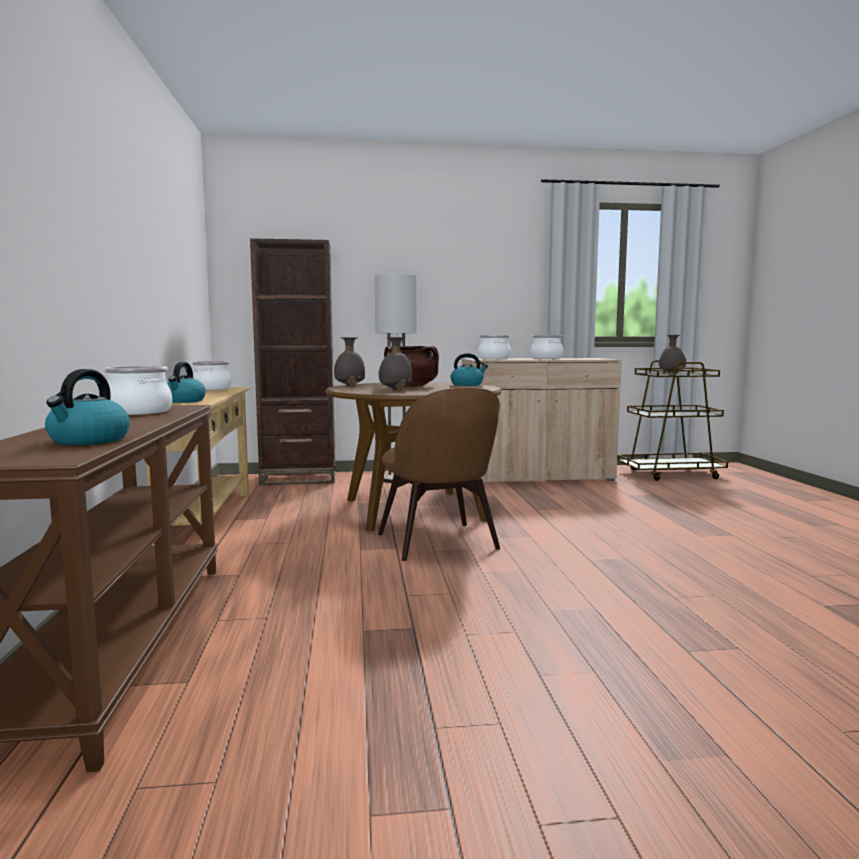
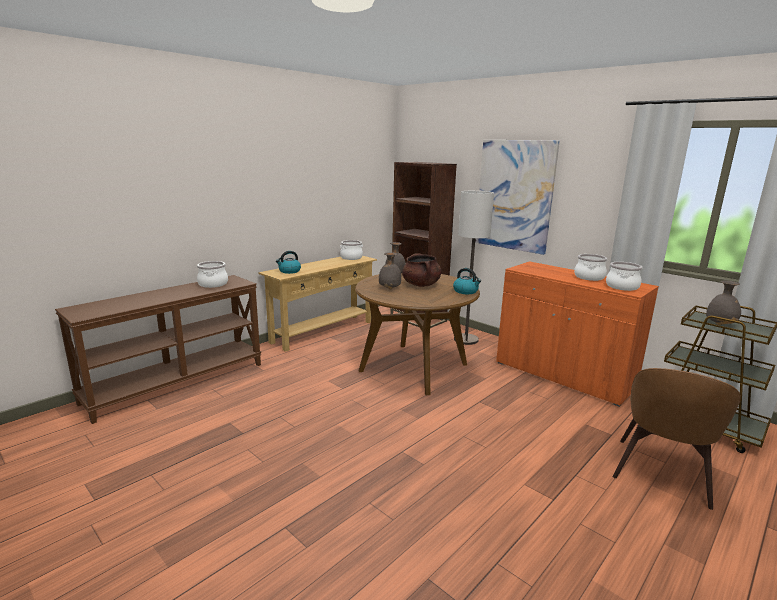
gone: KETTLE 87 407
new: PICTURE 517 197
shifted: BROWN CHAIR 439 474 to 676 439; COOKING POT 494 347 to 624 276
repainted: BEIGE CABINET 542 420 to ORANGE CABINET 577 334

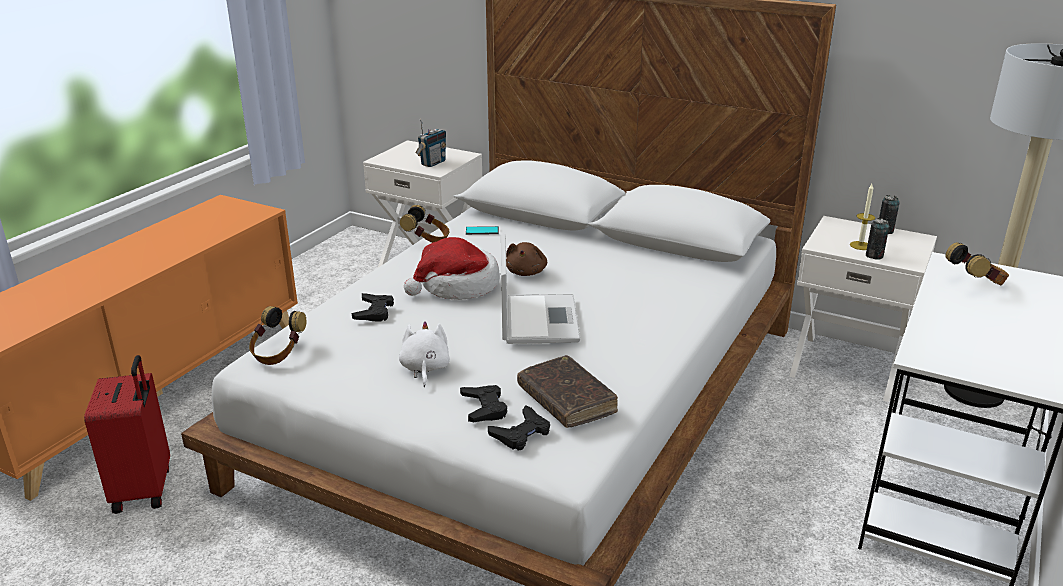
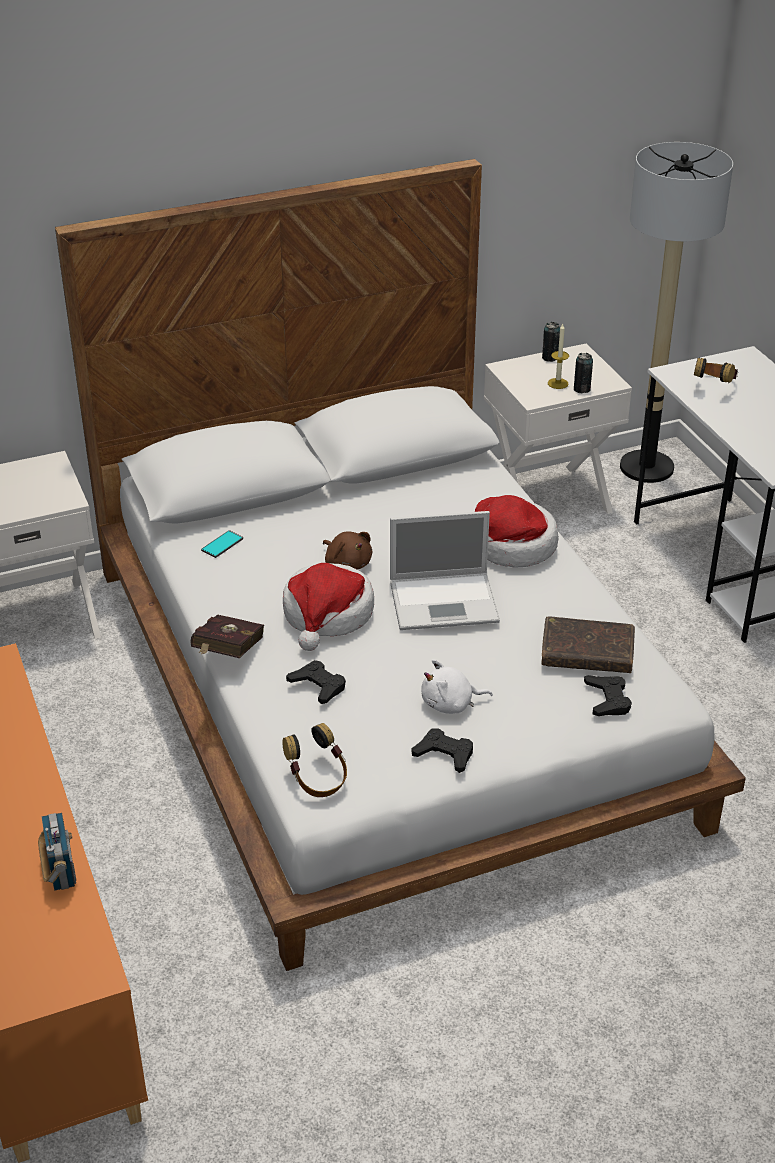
gone: RED SUITCASE 127 434; HEADPHONES 424 224
new: RED BOOK 227 636; HAT 517 531
shifted: RADIO 431 143 to 57 852; BLACK GAME CONTROLLER 483 403 to 442 751
rotated: WHITE PLUSH TOY 424 354 = 457 686 45 degrees counterclockwise; LAPTOP 540 289 = 445 570 135 degrees clockwise

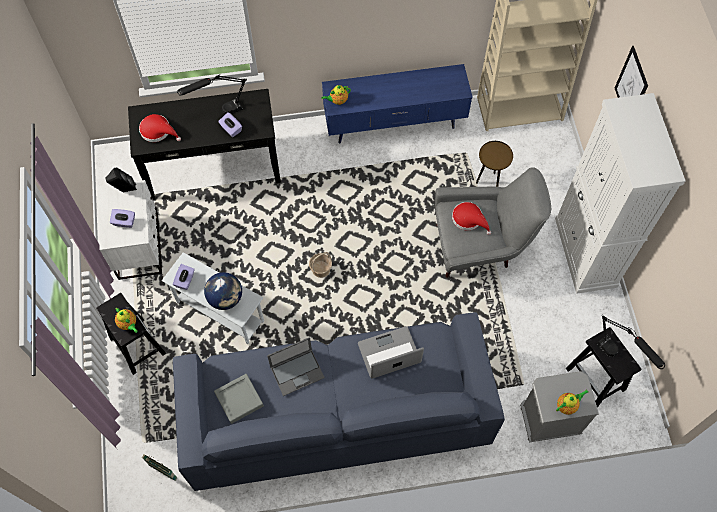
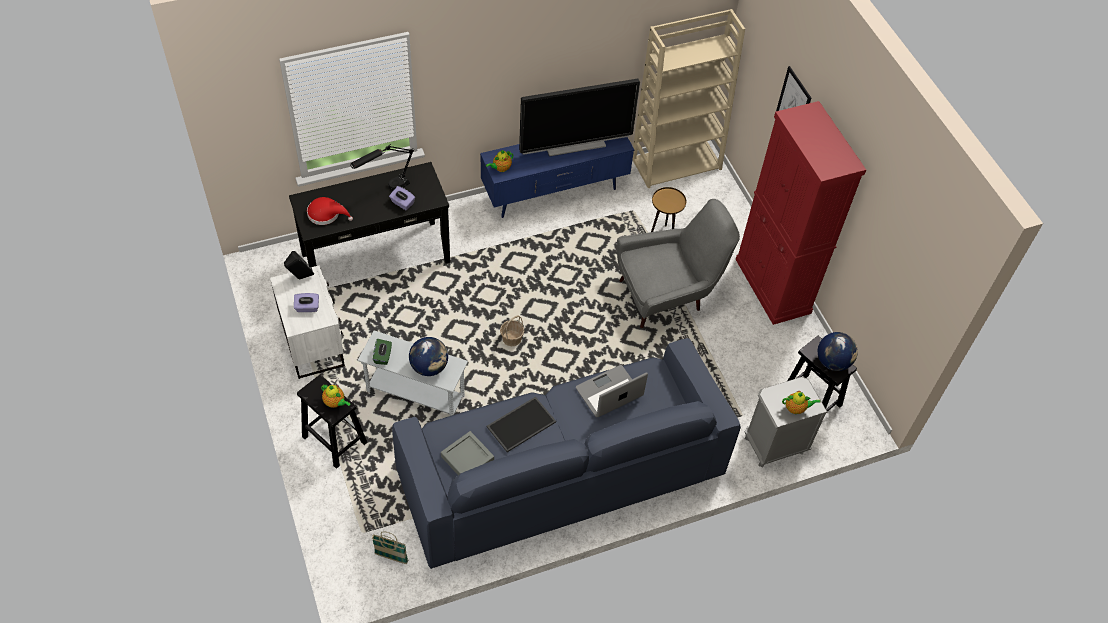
gone: RED HAT 471 218
new: TELEVISION 579 118
swapped: LAPTOP 296 366 to TRAY 521 424; BLACK TABLE LAMP 630 342 to GLOBE 838 351
repainted: PURPLE TISSUE BOX 184 277 to GREEN TISSUE BOX 382 352; WHITE CABINET 620 193 to RED CABINET 801 213
rotated: TEAPOT 572 402 = 801 402 45 degrees clockwise

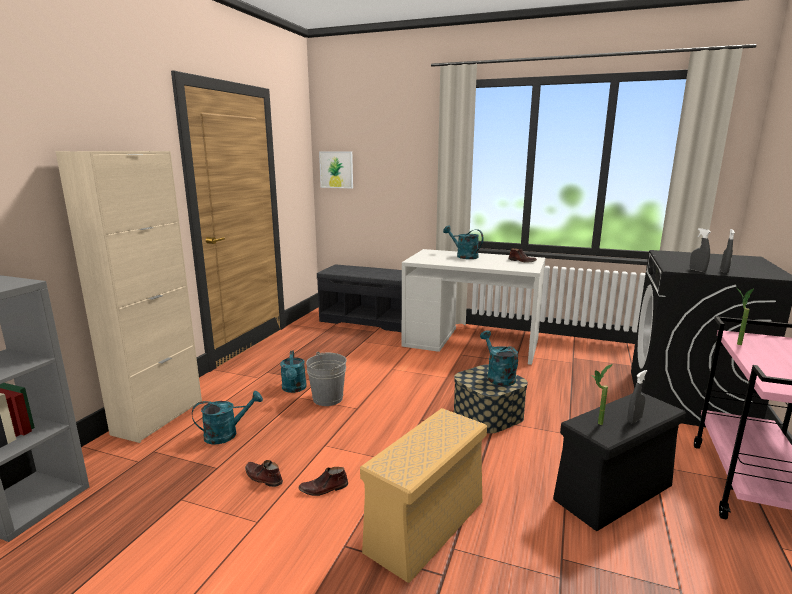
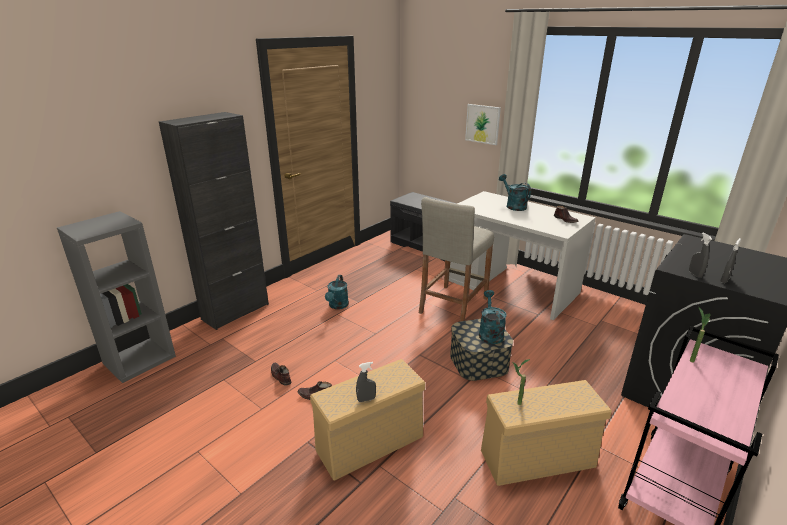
gone: TURQUOISE WATERING CAN 227 417; GREY BUCKET 326 379
new: BEIGE STOOL 456 259
shifted: PICTURE 336 169 to 483 124; GREY SPRAY BOTTLE 637 396 to 366 382
repainted: BEIGE CABINET 129 297 to BLACK CABINET 214 221; BLACK STORAGE BOX 619 461 to BEIGE STORAGE BOX 546 433

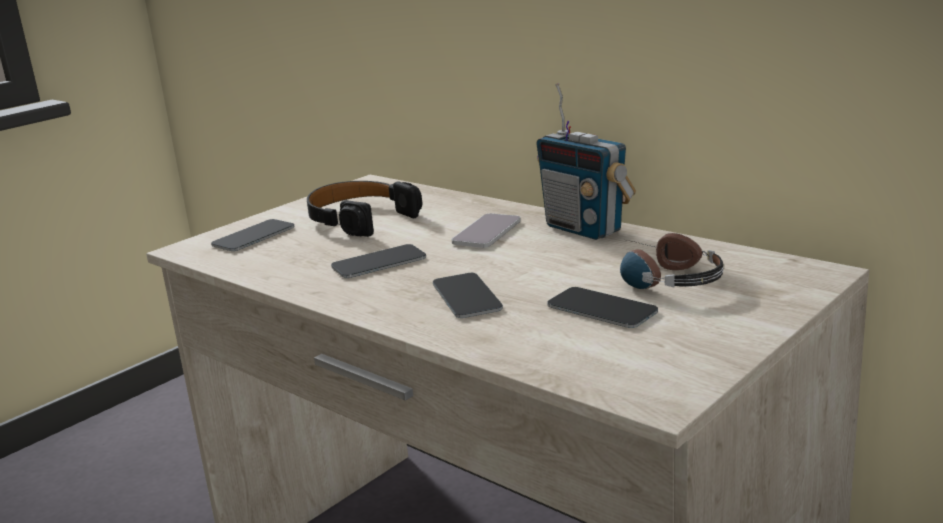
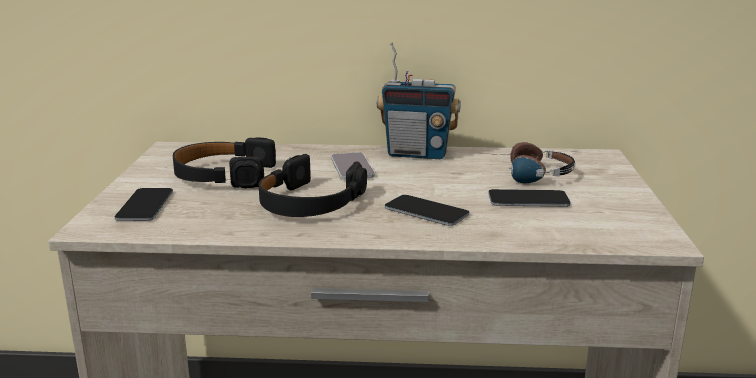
swapped: PHONE 378 261 to BLACK HEADPHONES 312 185

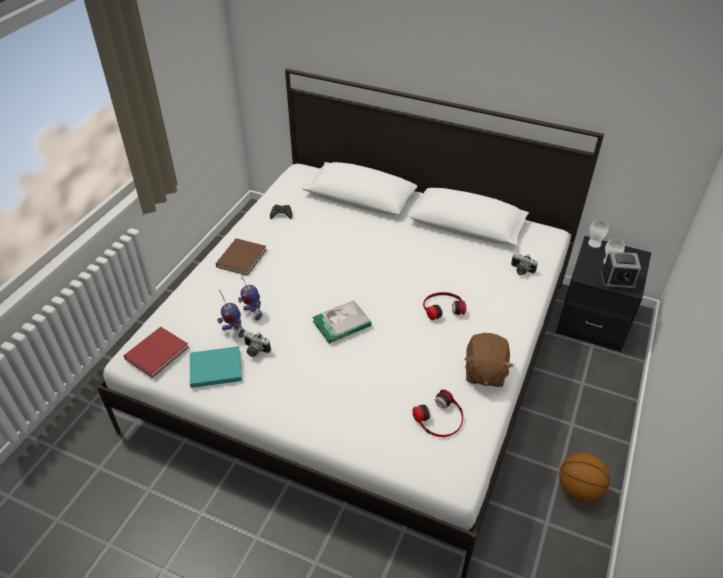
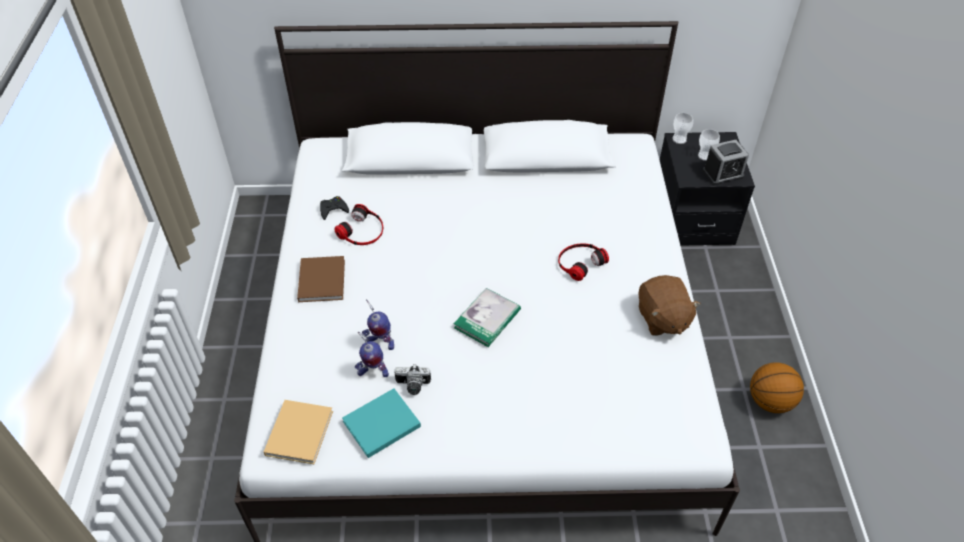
gone: PHOTO CAMERA 524 264
shifted: HEADPHONES 438 413 to 359 224
repainted: RED BOOK 156 352 to BEIGE BOOK 298 432

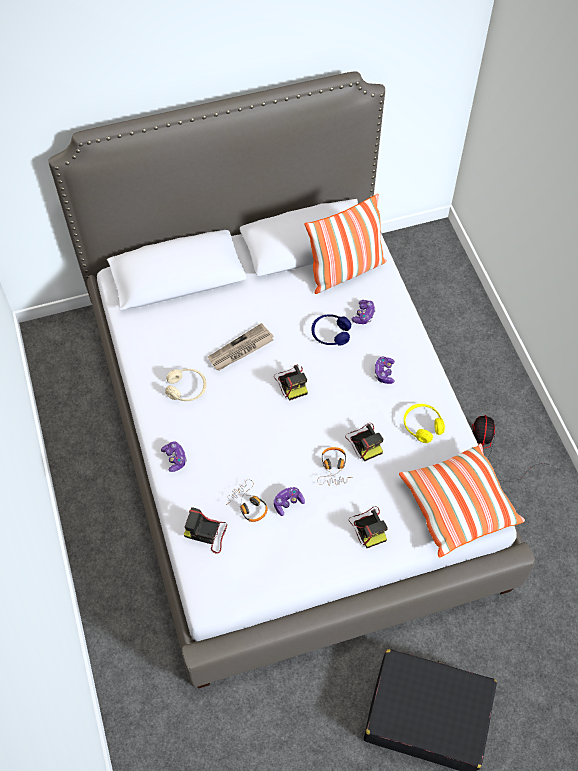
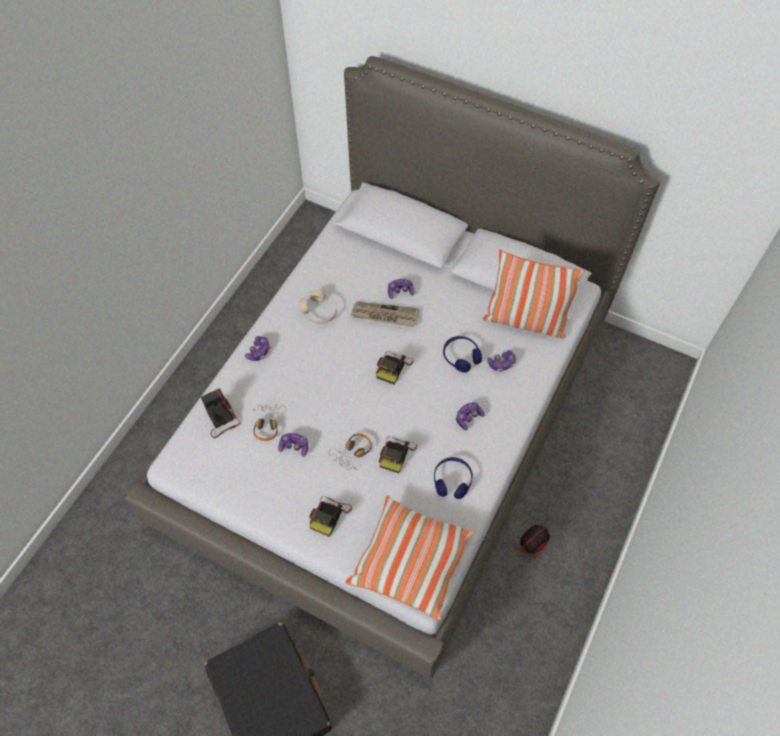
new: GAME CONTROLLER 401 289
repainted: YELLOW HEADPHONES 424 423 to BLUE HEADPHONES 453 478

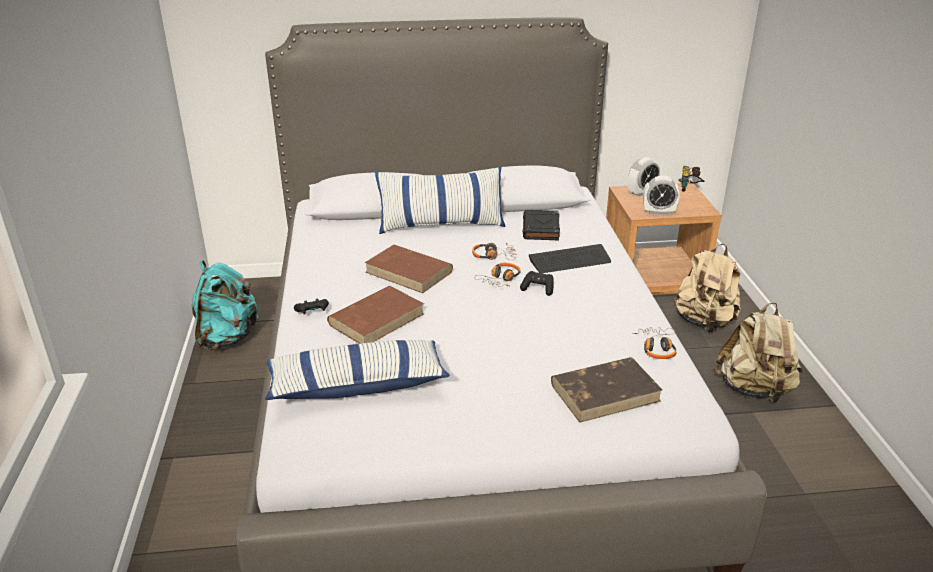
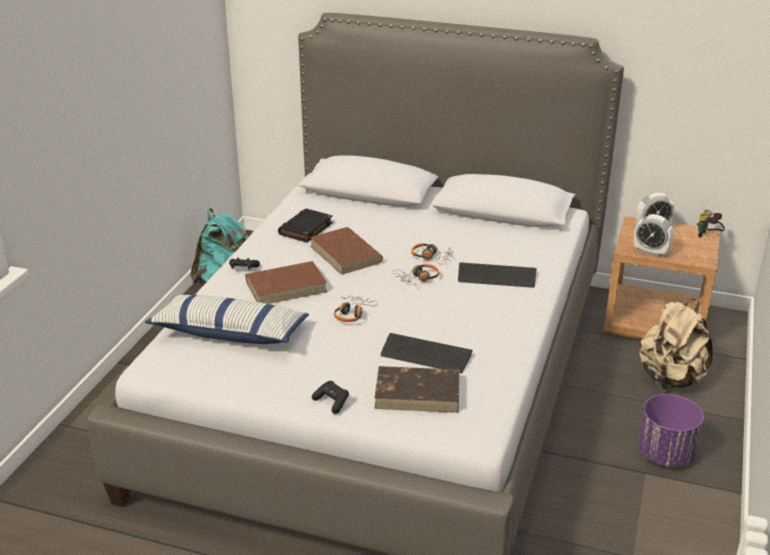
gone: PILLOW 440 200
new: KEYBOARD 427 353
shifted: BLACK GAME CONTROLLER 537 283 to 330 397; BLACK BOOK 541 225 to 305 225; HEADPHONES 654 343 to 356 309
swapped: BEIGE BACKPACK 758 352 to PURPLE PLANTER 671 430

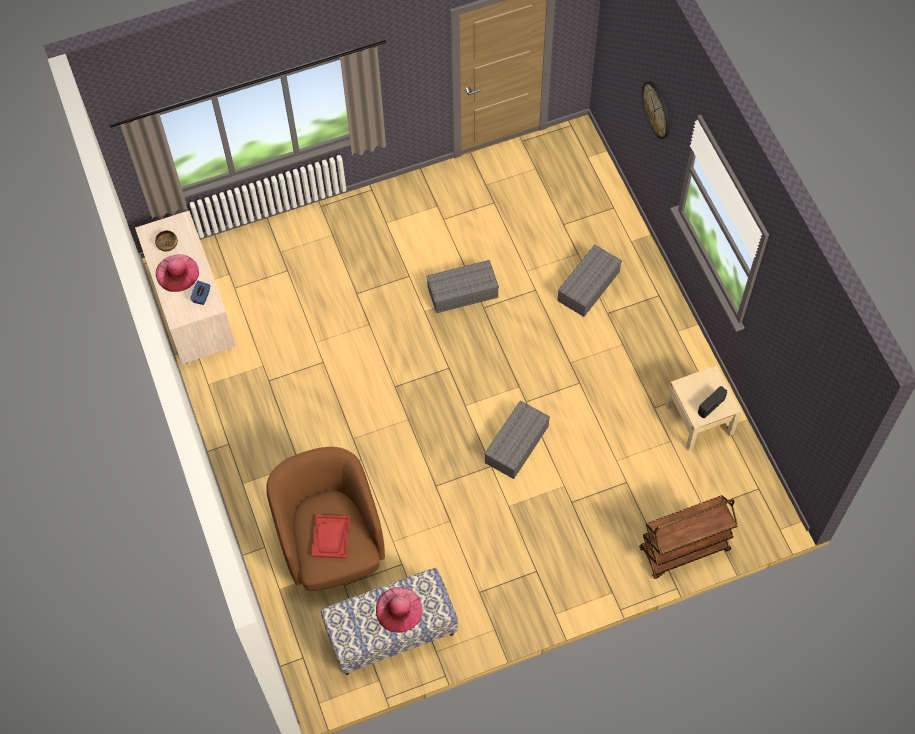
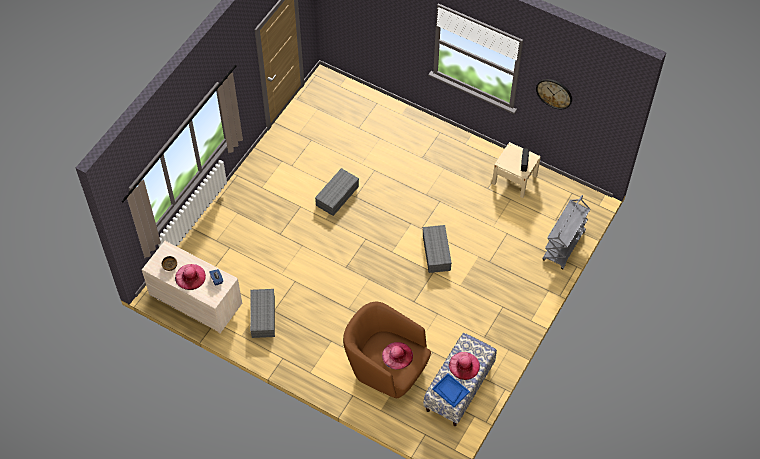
new: BLUE TRAY 451 390
shifted: GREY STORAGE BOX 589 281 to 262 313; WALL CLOCK 656 110 to 554 94
swapped: RED TRAY 331 537 to PINK HAT 397 356
repainted: BROWN CART 688 537 to GREY CART 566 232

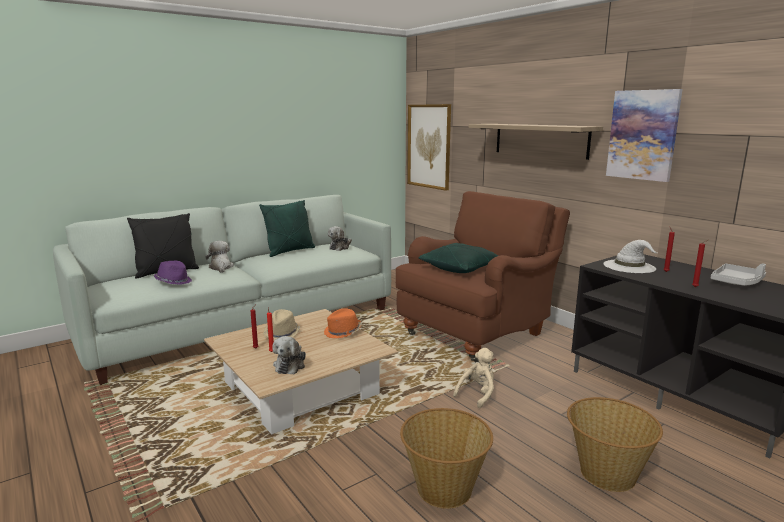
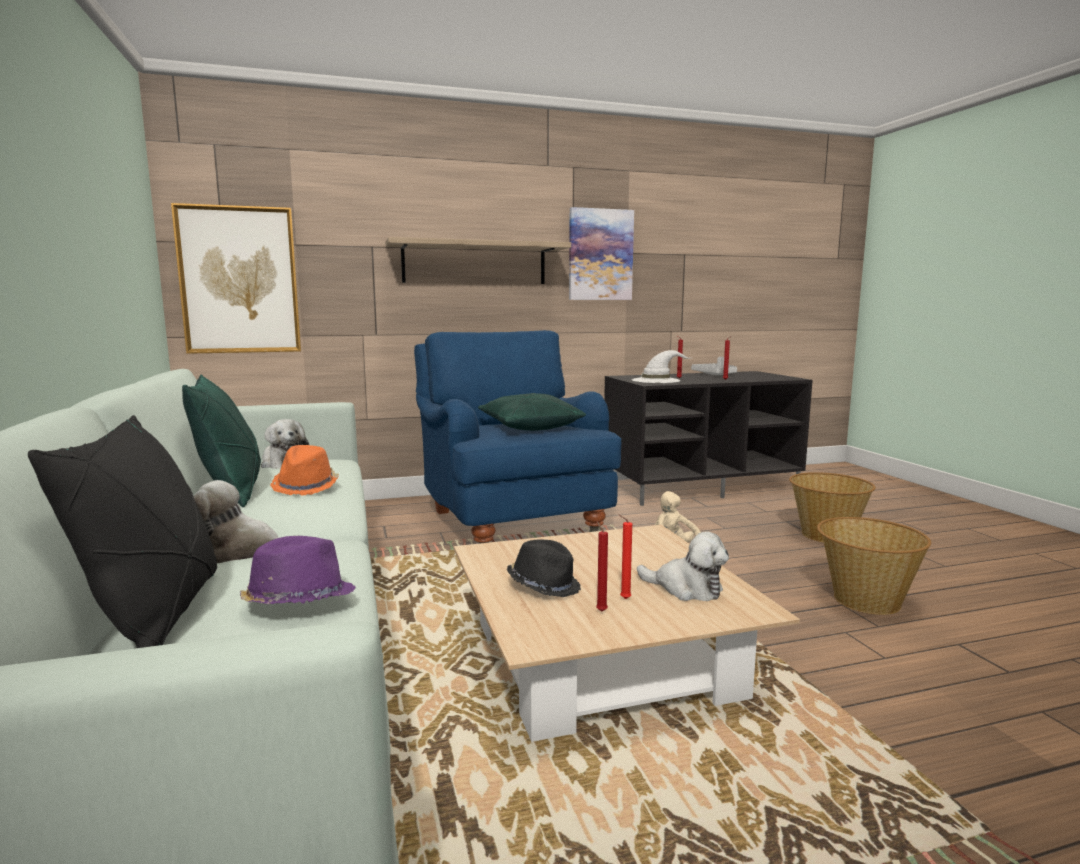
shifted: ORANGE HAT 343 323 to 304 470
repainted: BEIGE HAT 281 325 to BLACK HAT 544 568; BROWN ARMCHAIR 483 276 to BLUE ARMCHAIR 517 437

